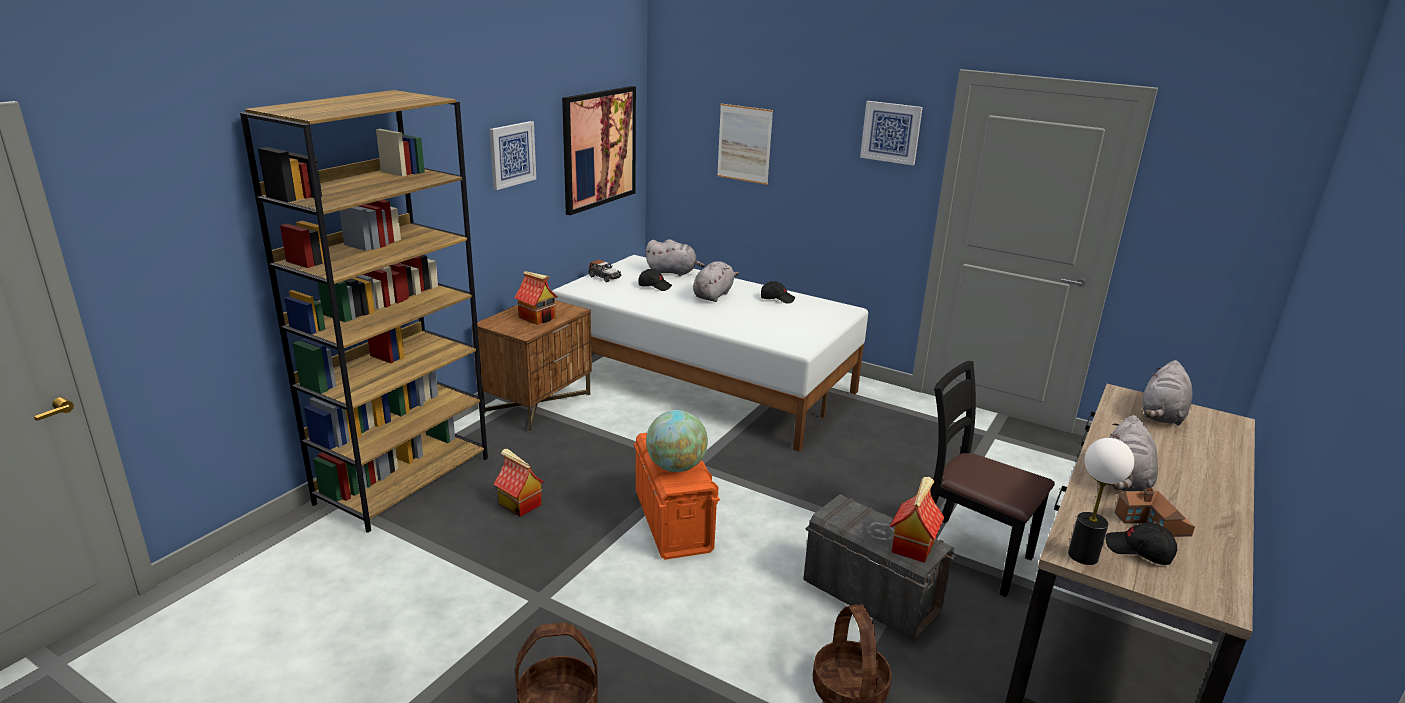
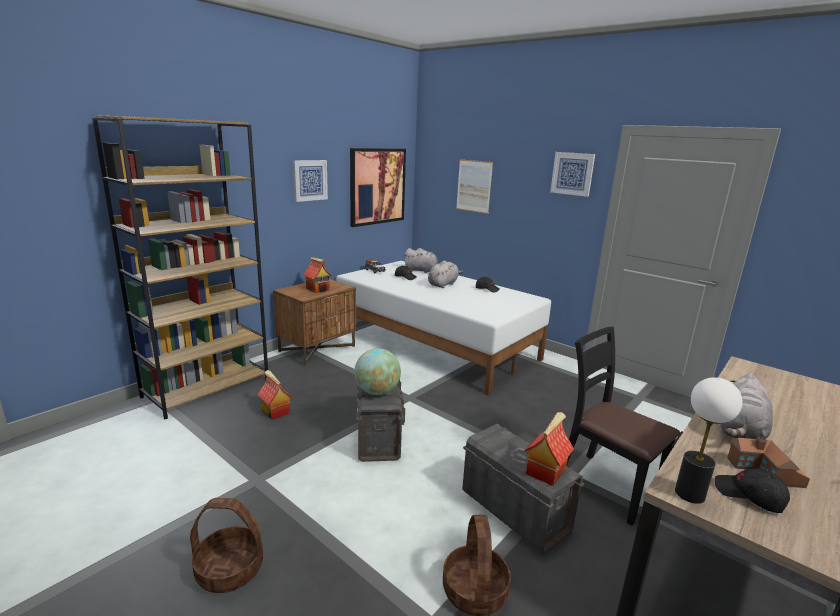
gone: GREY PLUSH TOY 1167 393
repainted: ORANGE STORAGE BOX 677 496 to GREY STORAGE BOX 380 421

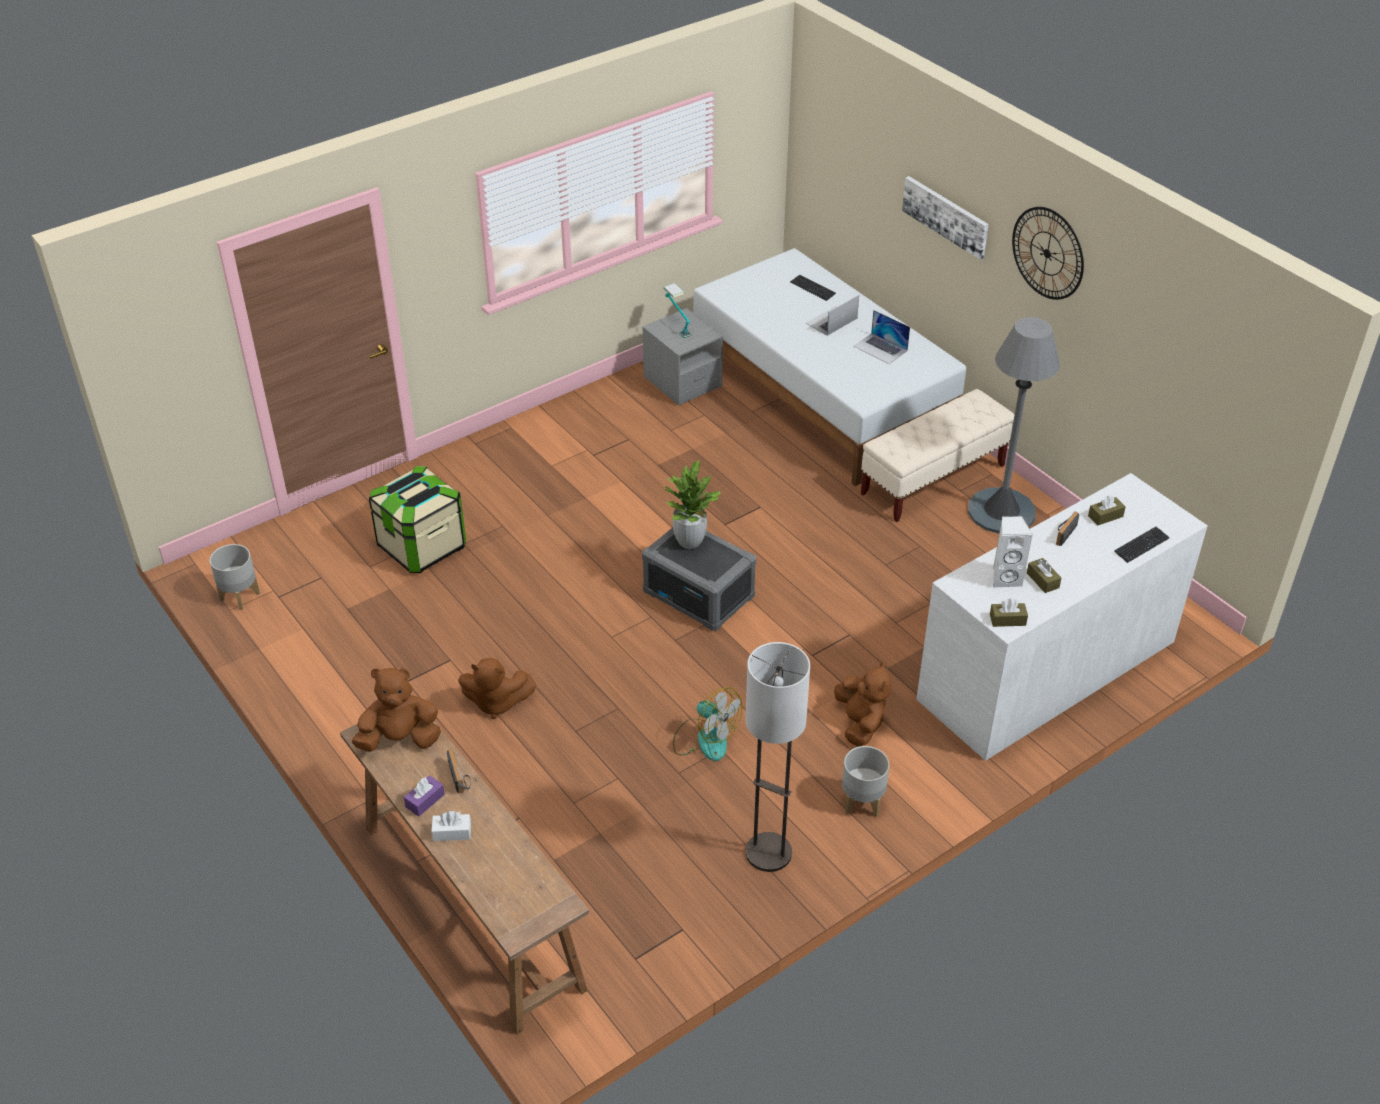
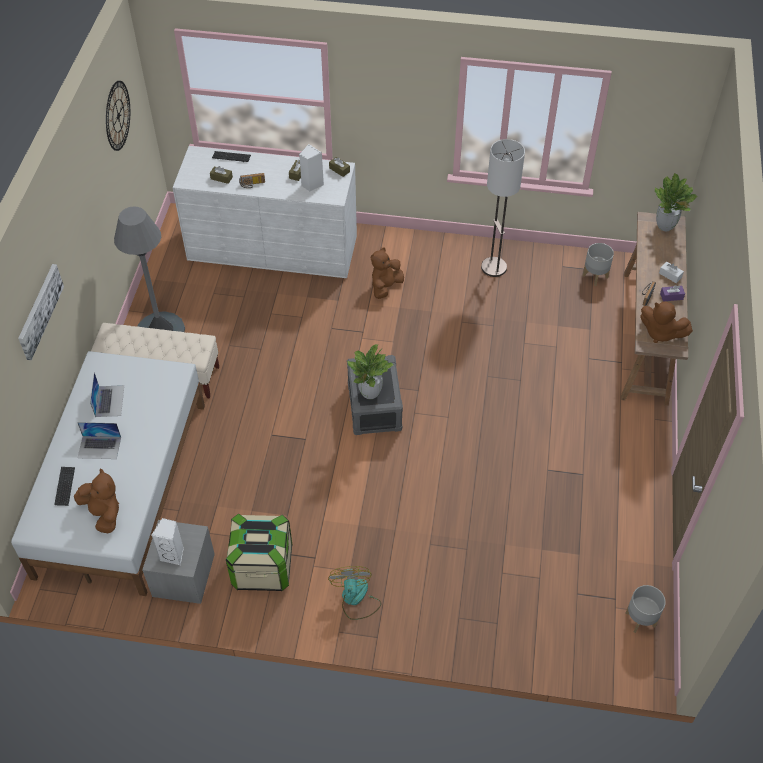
new: POTTED PLANT 676 202
shifted: STORAGE BOX 417 519 to 259 552; BROWN PLUSH TOY 497 688 to 96 501; FAN 707 724 to 354 593; GREY PLANTER 865 781 to 598 264; WALL CLOCK 1048 253 to 118 116
swapped: TABLE LAMP 677 310 to WHITE SPEAKER 168 541

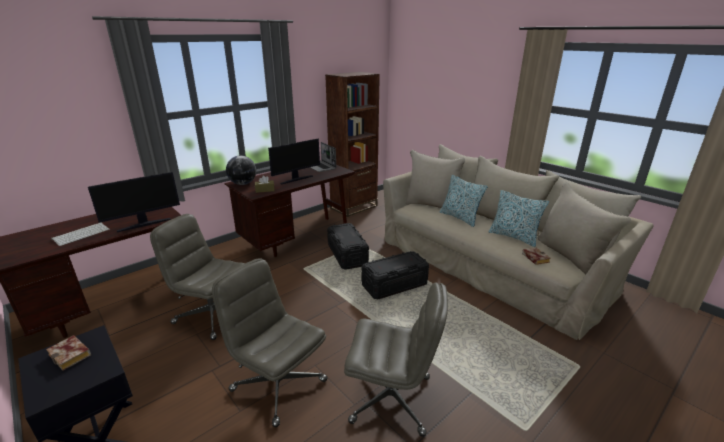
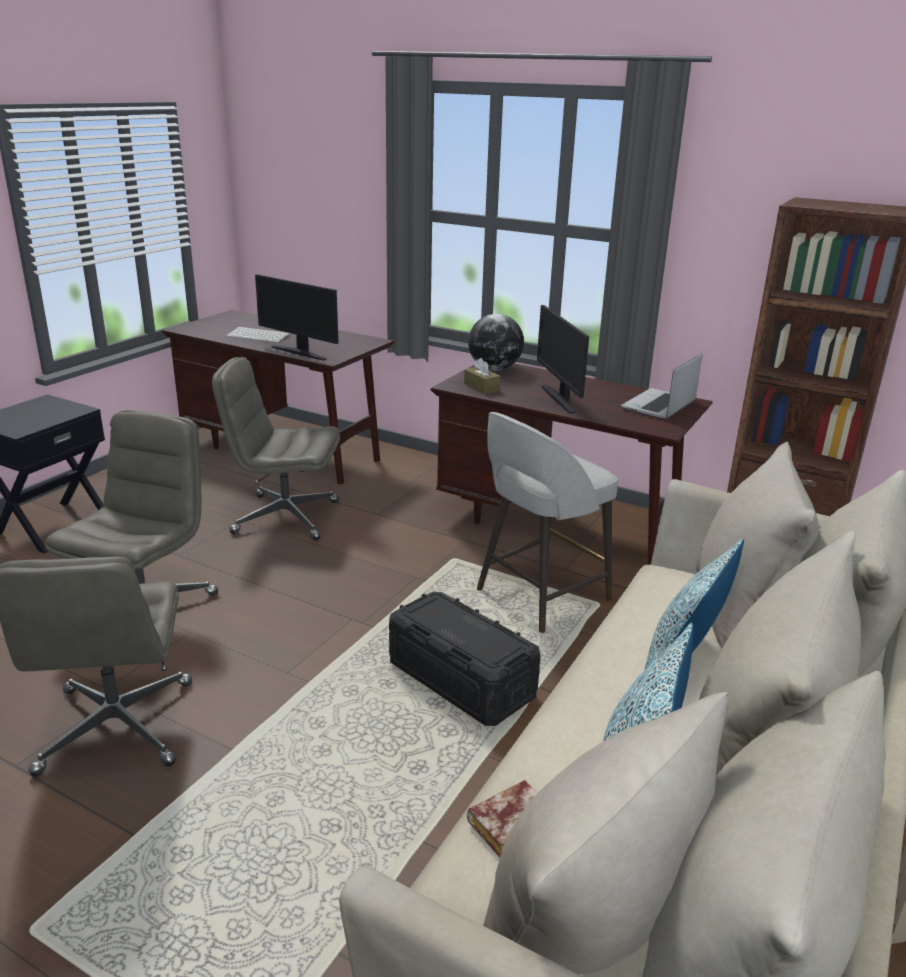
gone: BOOK 68 353
swapped: BLACK STORAGE BOX 348 246 to GREY STOOL 547 522
rotated: GREY OFFICE CHAIR 197 277 = 276 448 90 degrees counterclockwise; MONITOR 294 162 = 563 359 45 degrees clockwise

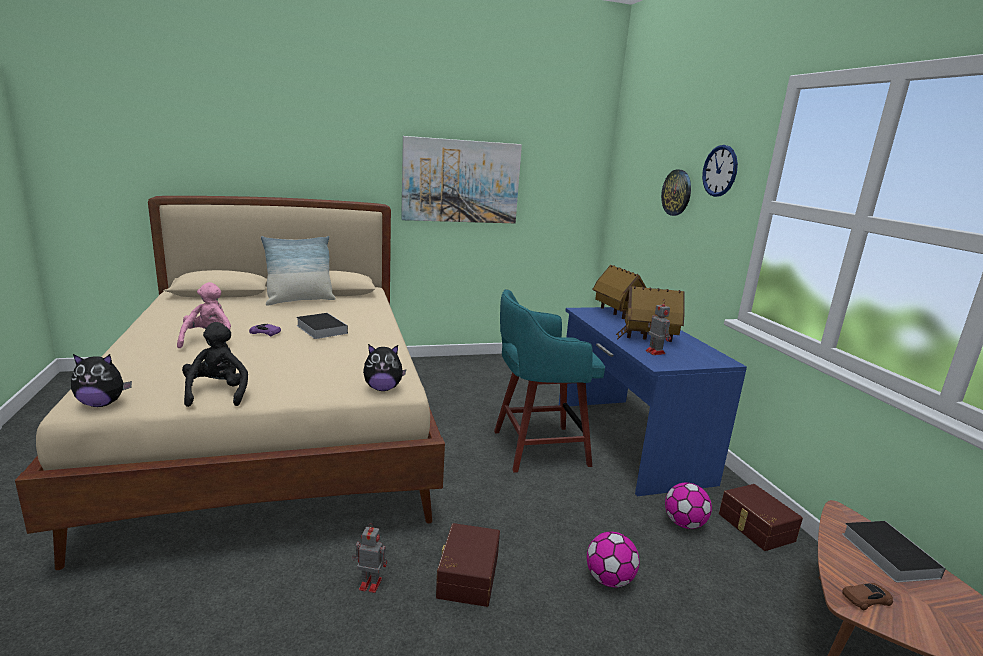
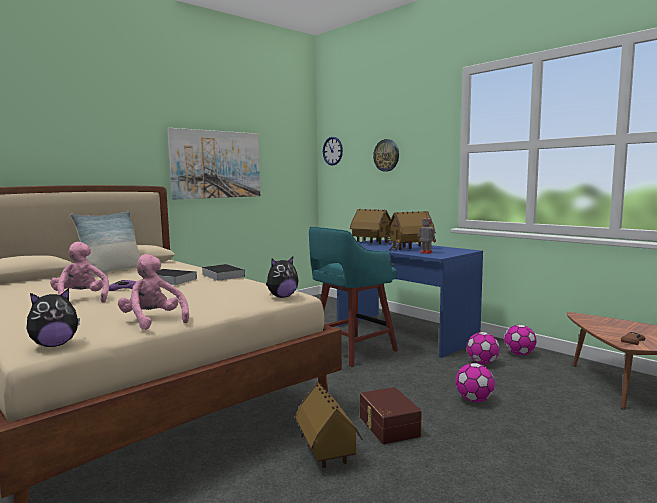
shifted: WALL CLOCK 720 171 to 333 151; BOOK 894 551 to 223 272
swapped: TOY ROBOT 369 558 to TOY HOUSE 328 425; BROWN STORAGE BOX 761 517 to FOOTBALL 520 340
repainted: BLACK PLUSH TOY 215 364 to PINK PLUSH TOY 153 292

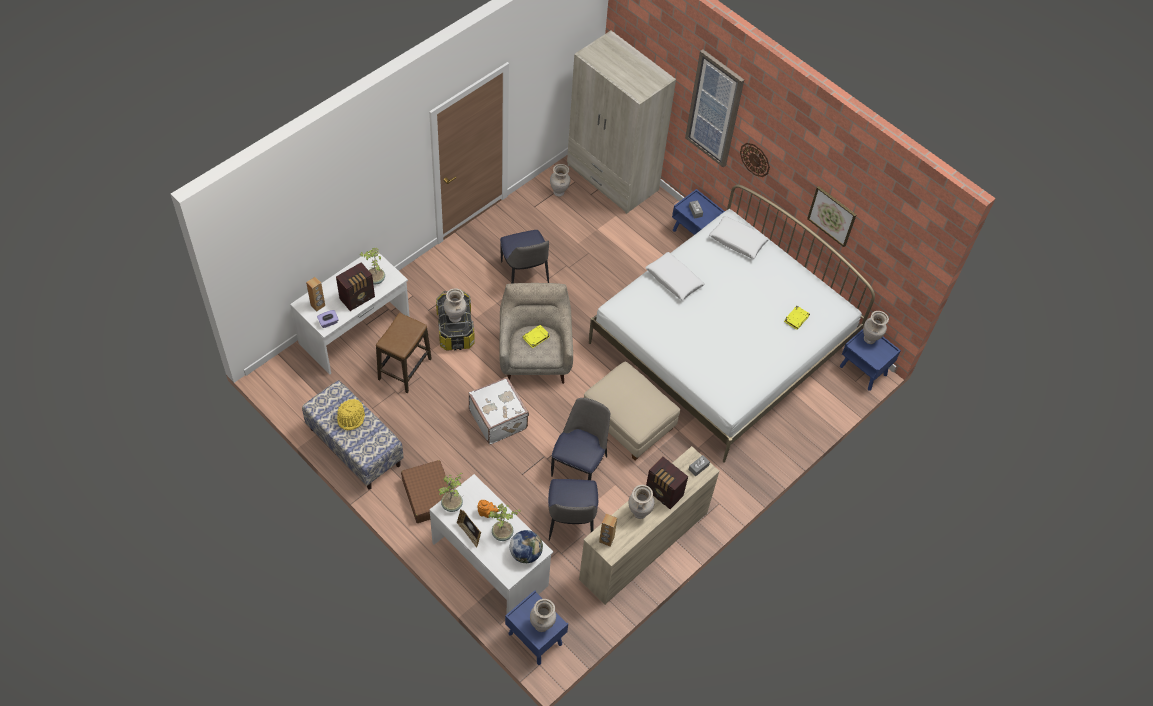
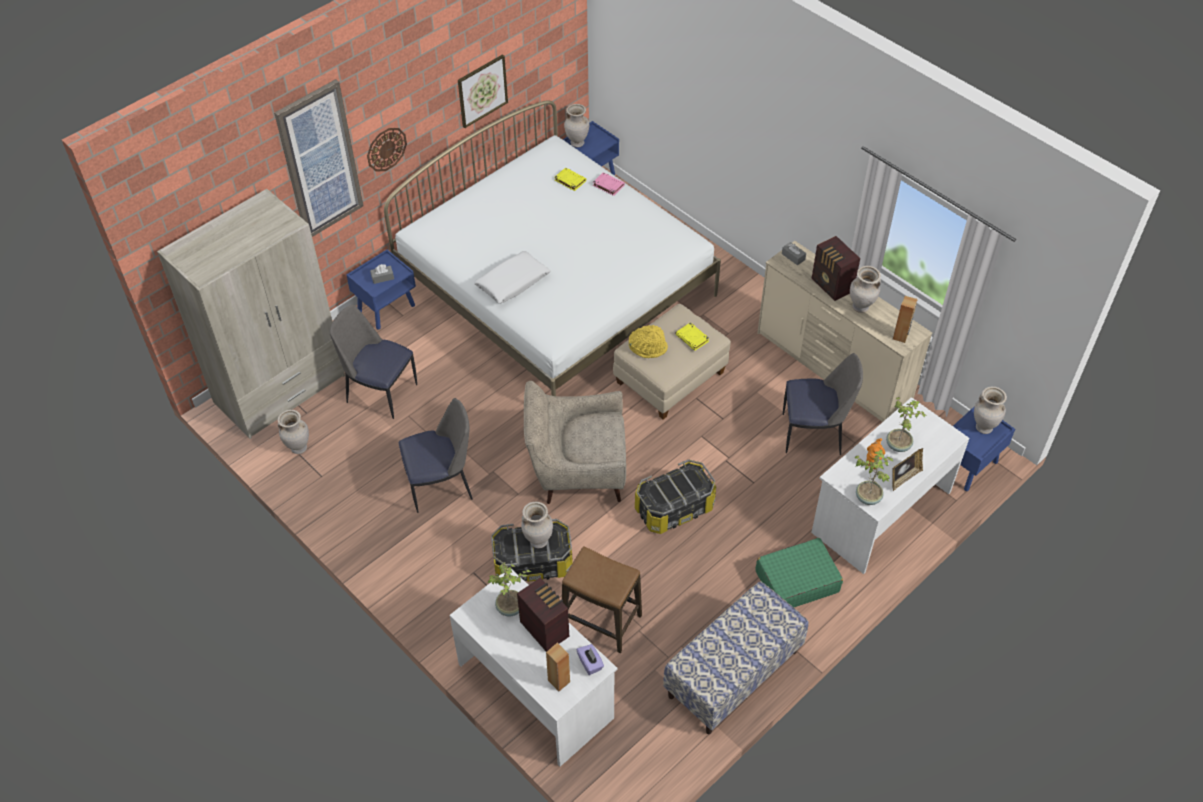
gone: GLOBE 526 546; WHITE PILLOW 739 237
new: PINK BOOK 609 184
shifted: YELLOW HAT 351 414 to 648 341; YELLOW BOOK 536 336 to 692 336; CHAIR 581 439 to 373 361
swapped: WHITE SUITCASE 498 411 to STORAGE BOX 675 497
repainted: BROWN SUITCASE 426 491 to GREEN SUITCASE 799 572
rotated: RADIO 667 483 = 836 268 105 degrees clockwise

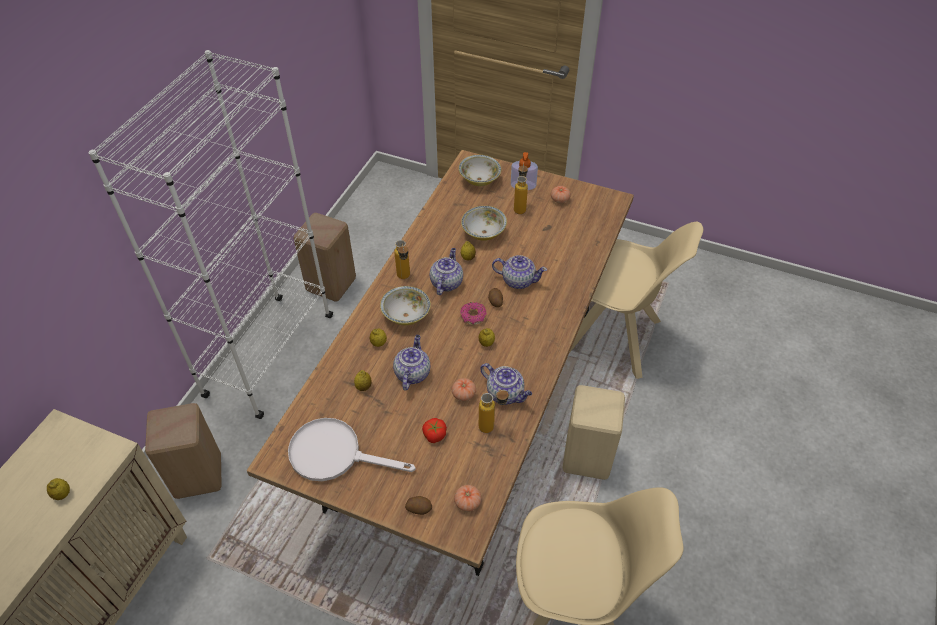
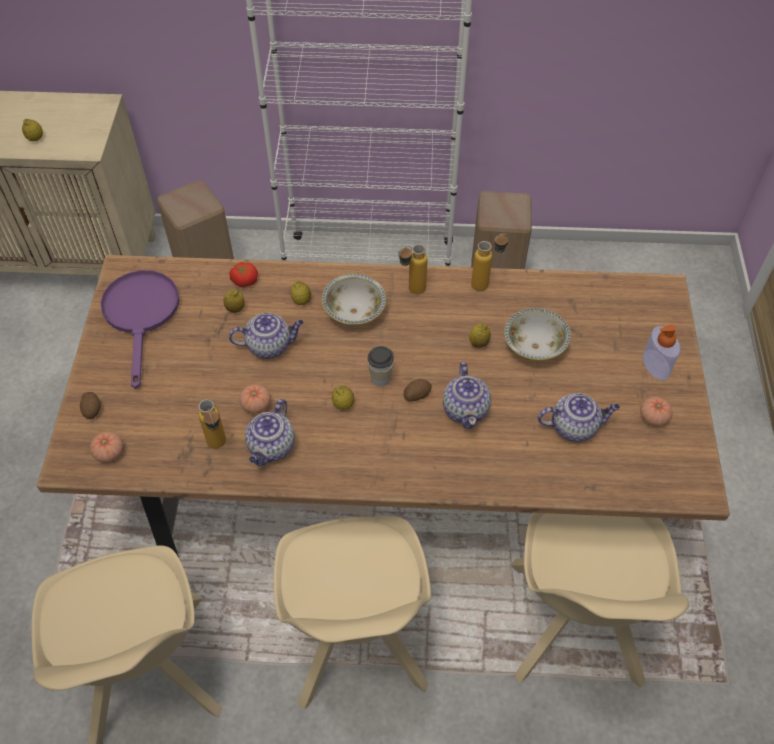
gone: BOWL 480 170
shifted: TOMATO 434 430 to 244 274; TEAPOT 446 271 to 579 417; BOTTLE 521 188 to 490 262
swapped: DONUT 473 313 to CUP 380 366; BEIGE STOOL 593 432 to BEIGE CHAIR 352 613
repainted: WHITE FRYING PAN 352 449 to PURPLE FRYING PAN 140 329

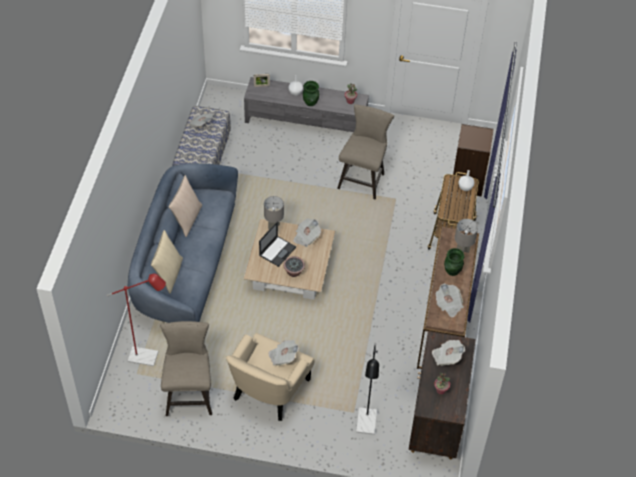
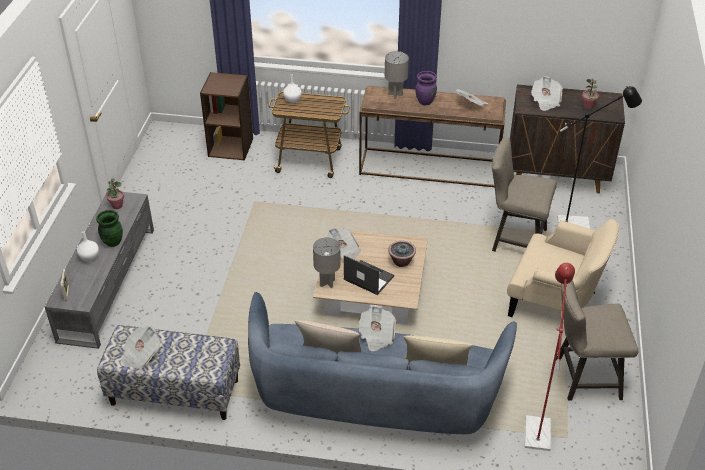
shifted: NEWSPAPER 283 353 to 377 328; BEIGE STOOL 365 152 to 524 194
repainted: GREEN VASE 454 262 to PURPLE VASE 426 88

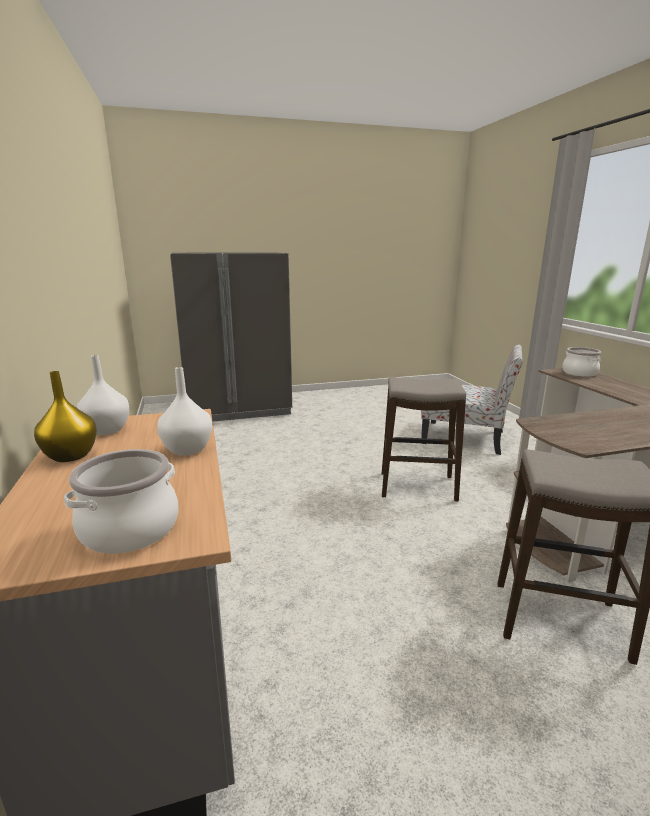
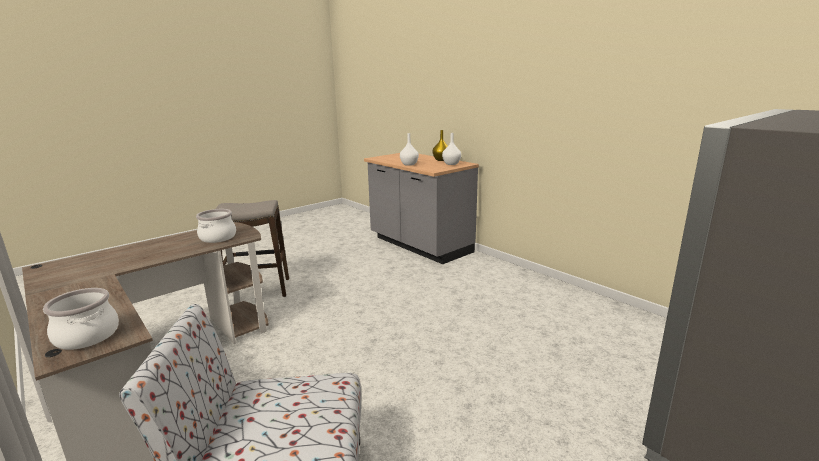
gone: STOOL 424 439
shifted: COOKING POT 121 501 to 216 226

